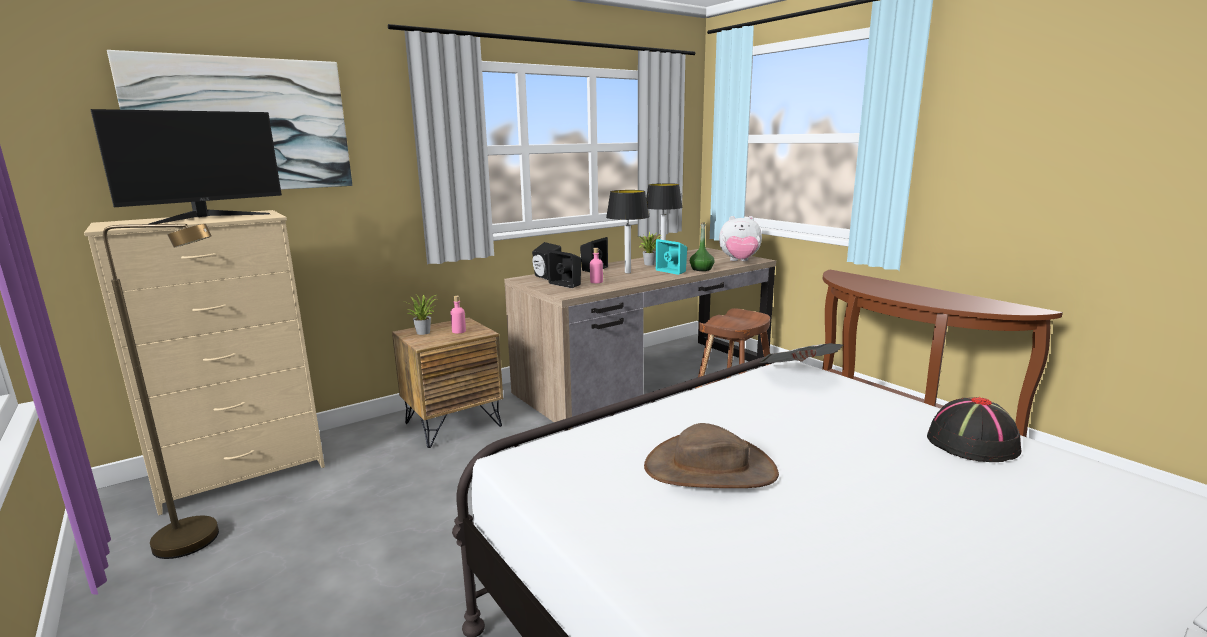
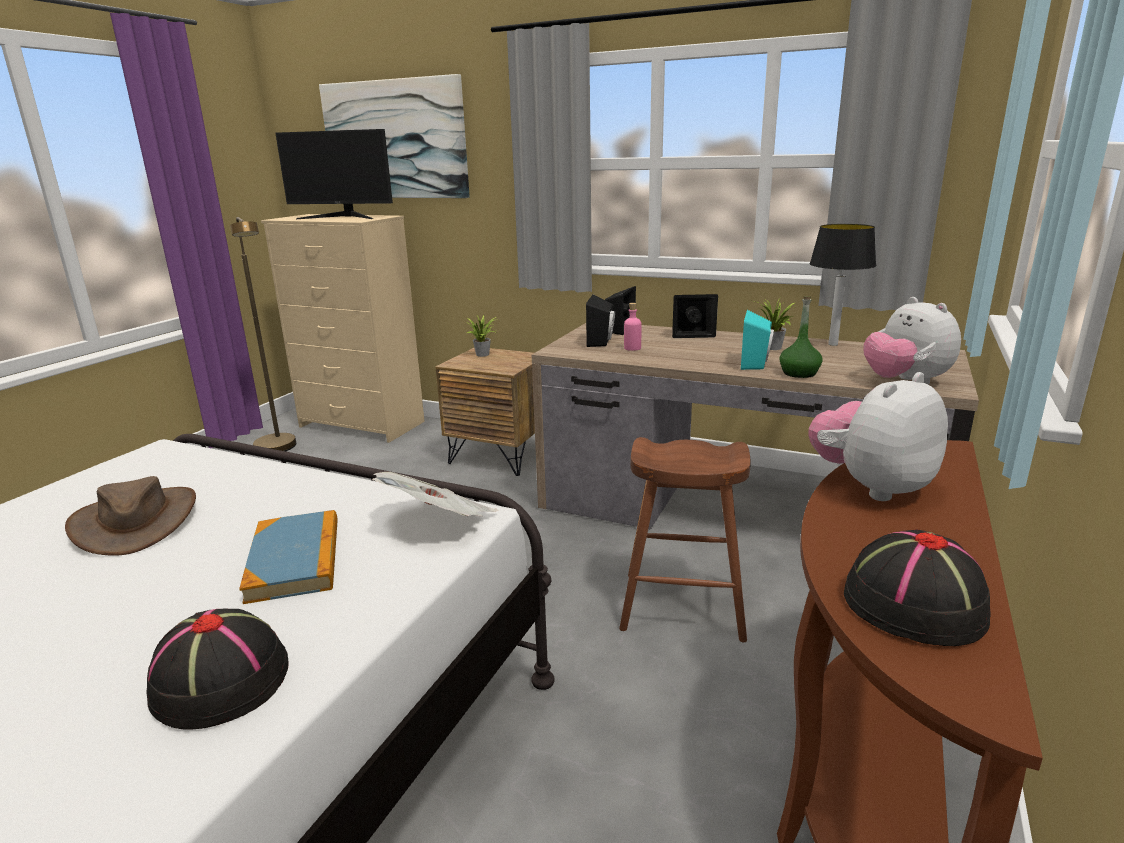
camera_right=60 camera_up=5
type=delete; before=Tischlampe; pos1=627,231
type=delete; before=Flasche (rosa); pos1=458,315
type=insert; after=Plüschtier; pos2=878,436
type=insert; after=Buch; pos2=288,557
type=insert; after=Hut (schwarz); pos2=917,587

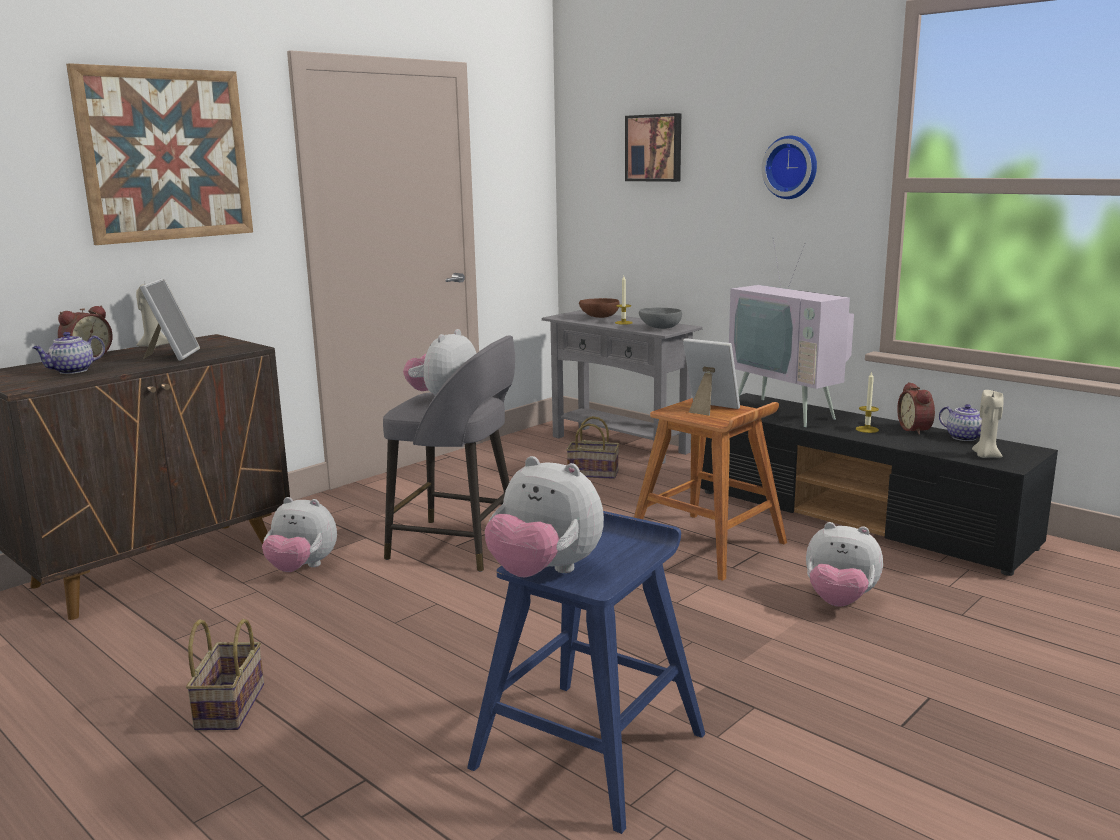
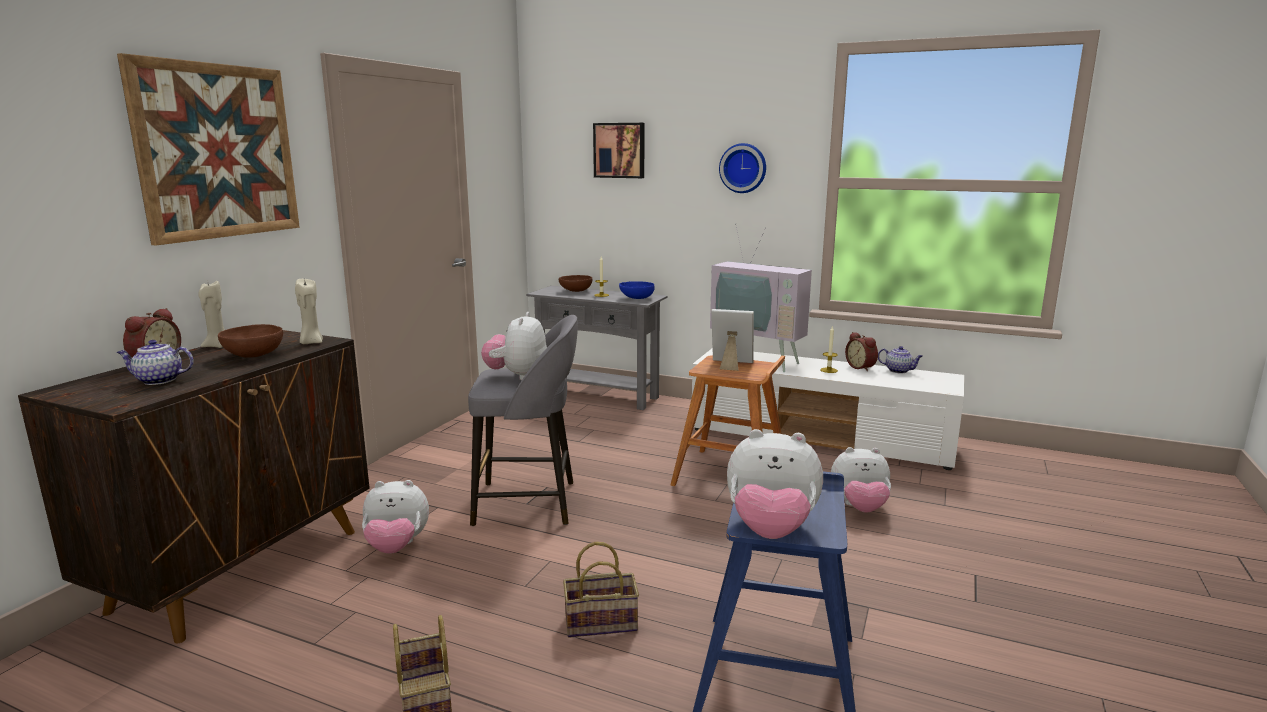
camera_right=-20 camera_up=0
type=replace; before=Bilderrahmen; after=Schüssel (braun); pos1=170,319; pos2=250,341
type=recolor; before=Schüssel (grau); after=Schüssel (blau); pos1=660,318; pos2=637,290
type=rotate; before=Teekanne; pos1=68,353; pos2=155,362; turn=60
type=move; before=Kerze (beige); pos1=988,424; pos2=309,311
type=recolor; before=Fernsehschrank (schwarz); after=Fernsehschrank (weiß); pos1=879,484; pos2=828,409
type=move; before=Korb; pos1=592,447; pos2=601,590

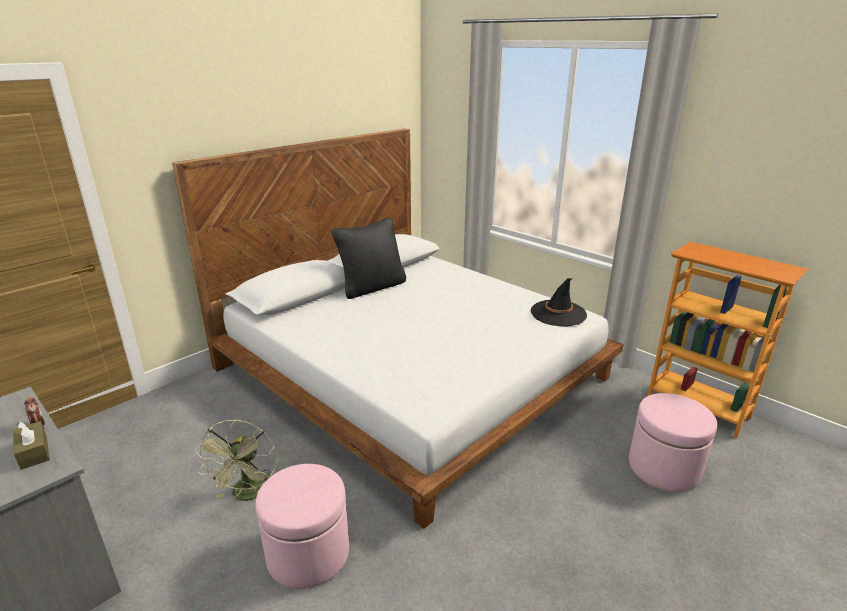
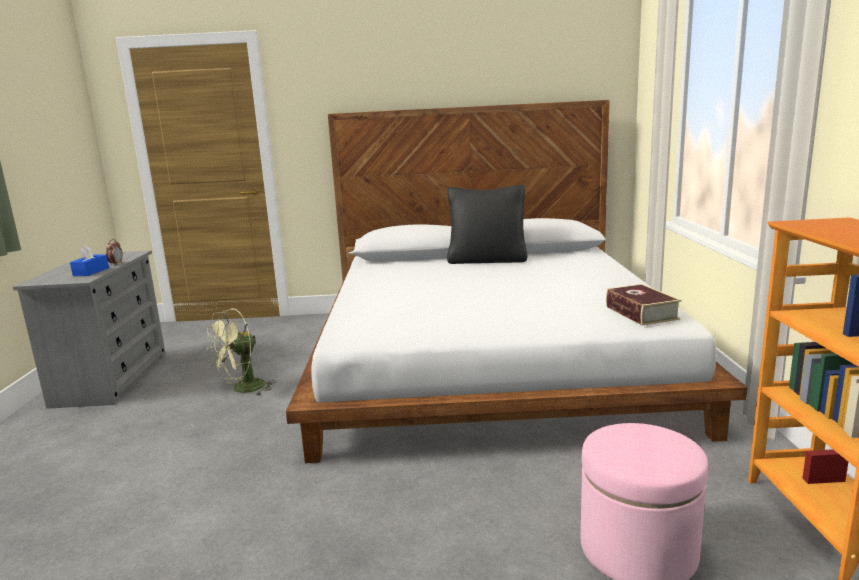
camera_right=45 camera_up=-10
type=replace; before=Hut (schwarz); after=Buch; pos1=559,302; pos2=643,304
type=recolor; before=Taschentuchbox (braun); after=Taschentuchbox (blau); pos1=31,445; pos2=89,260
type=delete; before=Polsterhocker (rosa); pos1=302,526

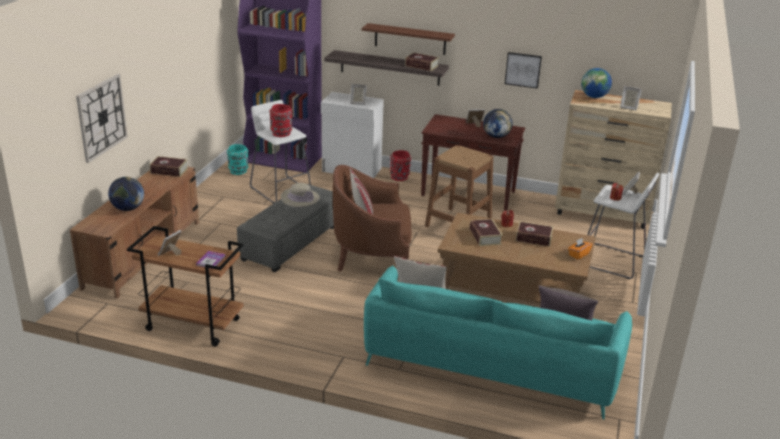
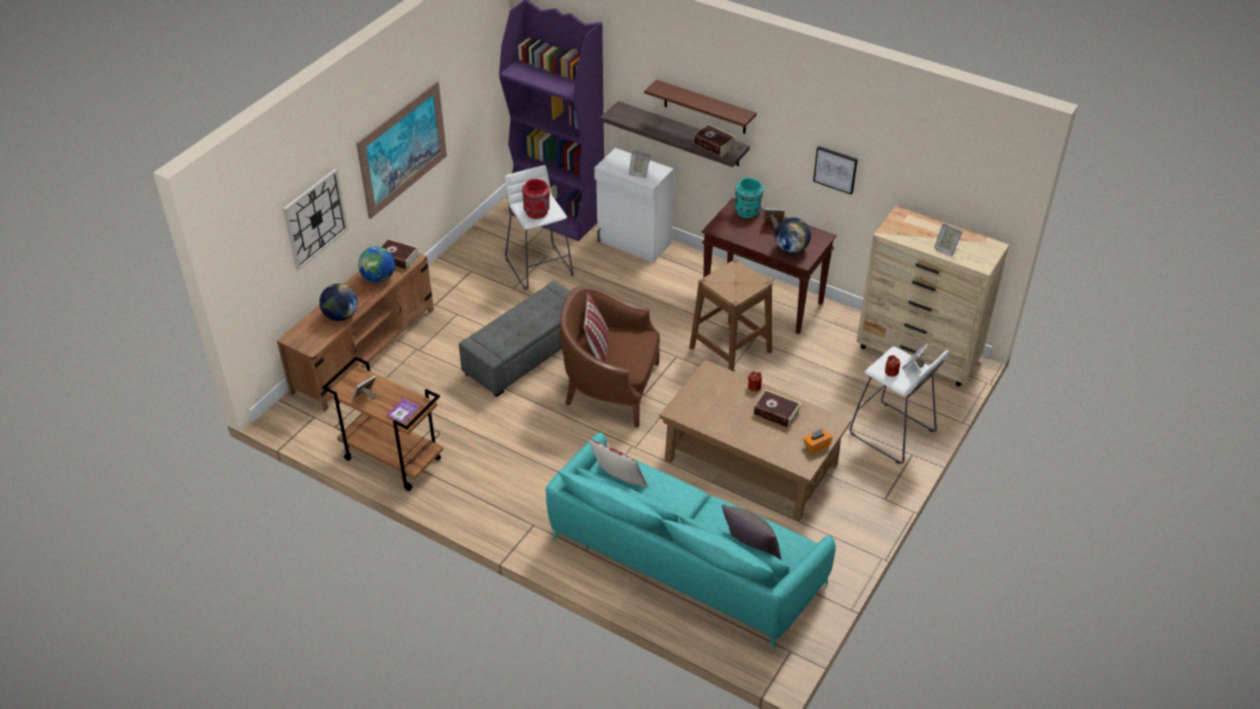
camera_right=15 camera_up=15
type=move; before=Globus; pos1=596,83; pos2=376,264
type=move; before=Vase (türkis); pos1=238,159; pos2=749,198
type=delete; before=Vase (rot); pos1=400,165
type=delete; before=Hut (beige); pos1=300,195
type=delete; before=Buch; pos1=486,232
type=insert; after=Bild; pos2=401,150

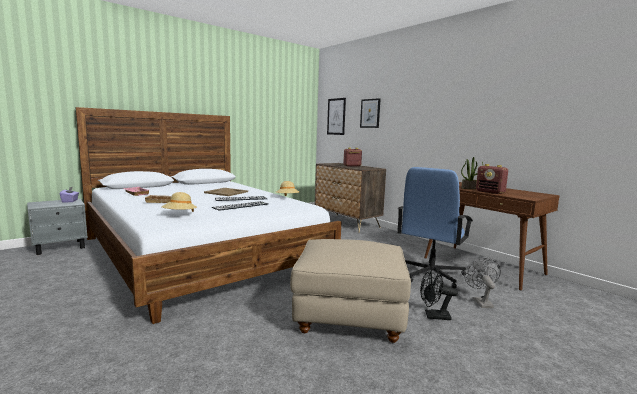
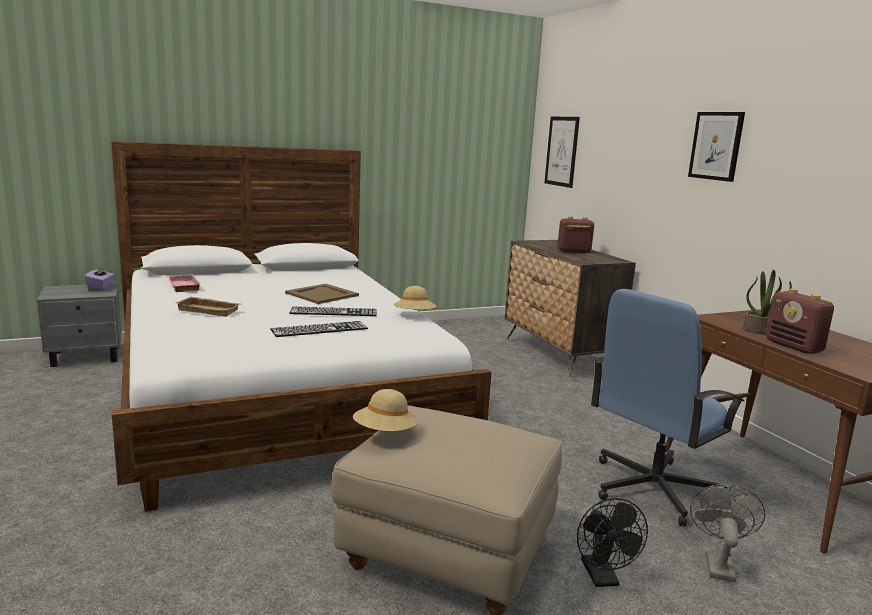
camera_right=15 camera_up=5
type=move; before=Bild; pos1=370,113; pos2=716,147
type=move; before=Hut (beige); pos1=179,202; pos2=385,410
type=rotate; before=Ventilator (schwarz); pos1=439,294; pos2=612,542; turn=-120

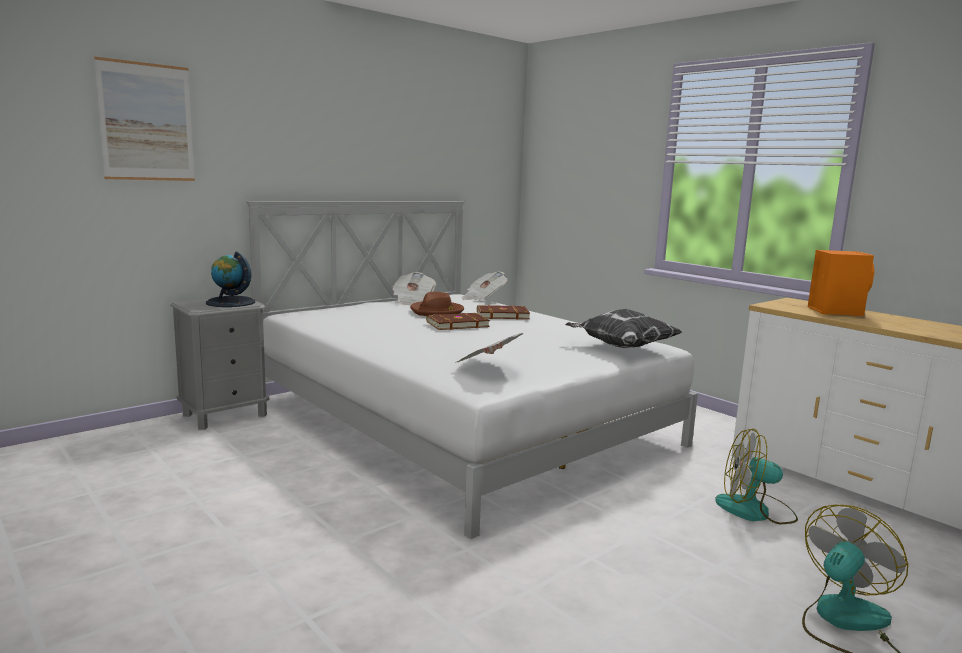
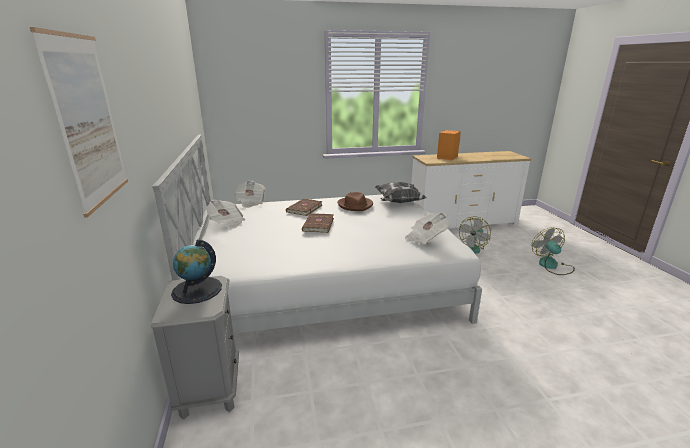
camera_right=-60 camera_up=10
type=move; before=Hut (braun); pos1=437,303; pos2=355,201

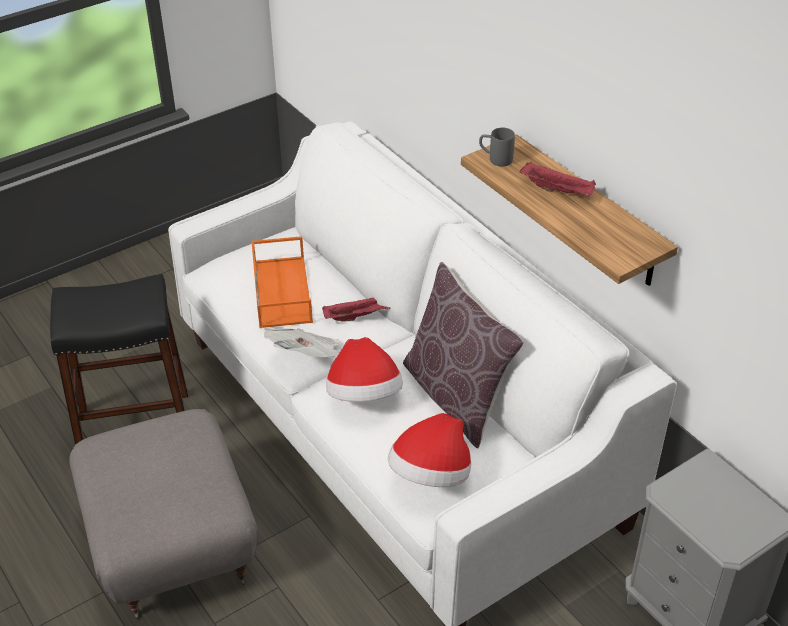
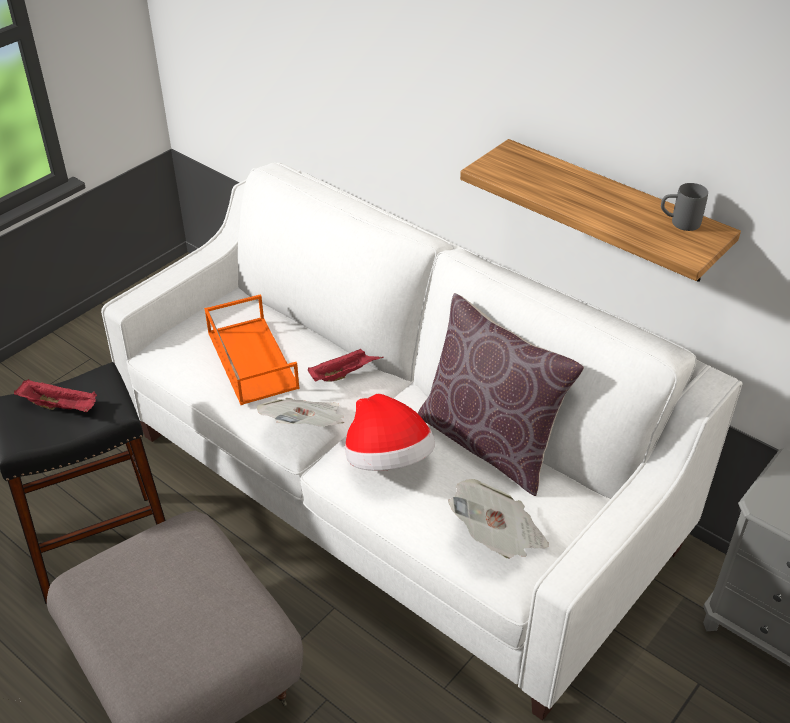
camera_right=-15 camera_up=0
type=move; before=Henkelbecher (grau); pos1=497,147; pos2=684,207
type=move; before=Tablett (rot); pos1=558,179; pos2=55,395
type=replace; before=Hut; after=Zeitung; pos1=429,450; pos2=498,519

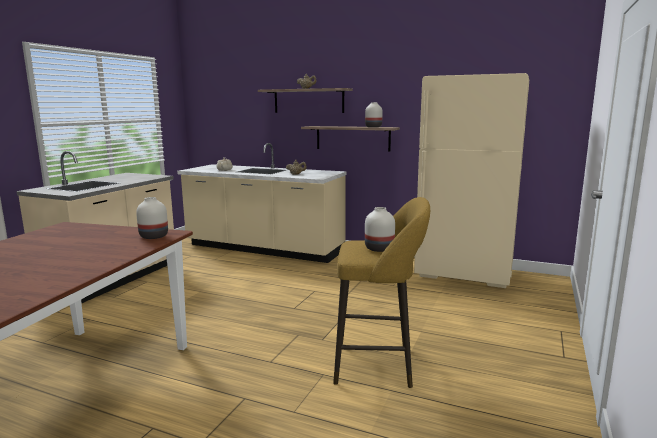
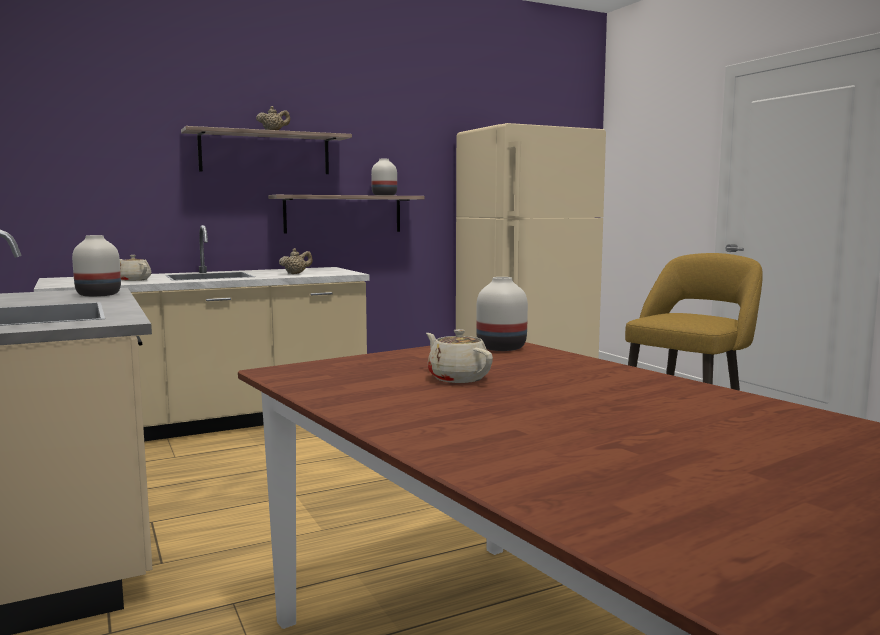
camera_right=-50 camera_up=-5
type=move; before=Vase (weiß); pos1=380,229; pos2=96,266
type=insert; after=Teekanne (beige); pos2=459,356

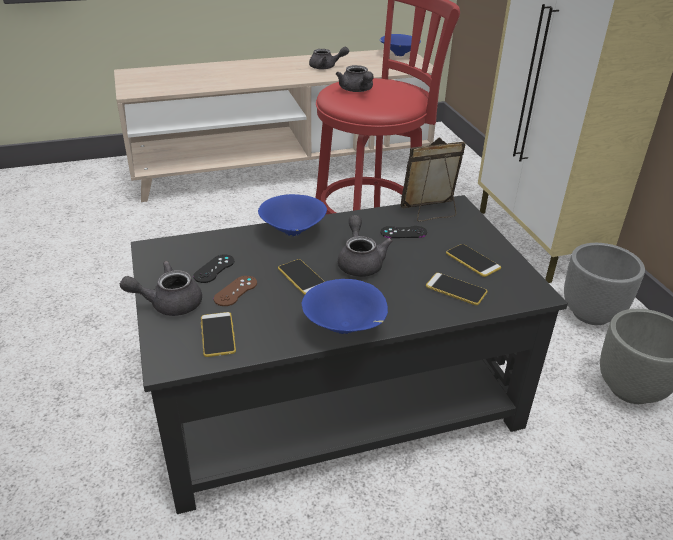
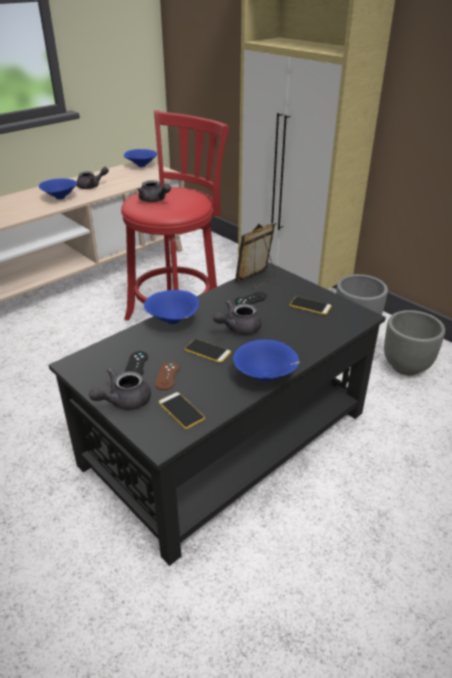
camera_right=-25 camera_up=0
type=rotate; before=Teekanne (grau); pos1=365,246; pos2=237,317; turn=-90
type=delete; before=Handy; pos1=456,289
type=insert; after=Schüssel (blau); pos2=58,189

